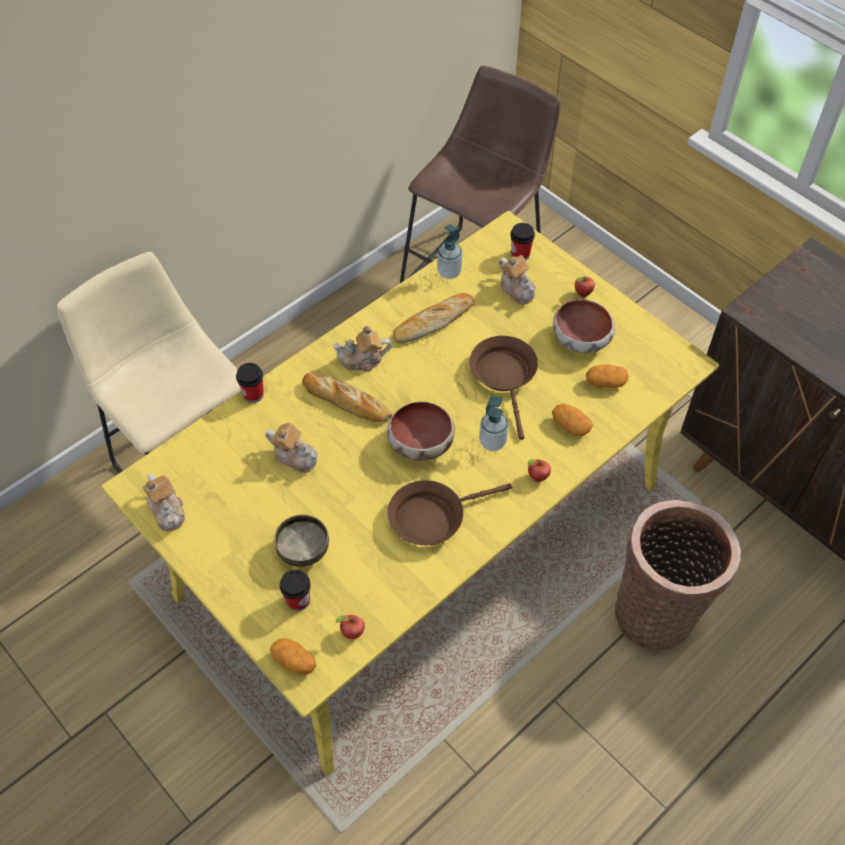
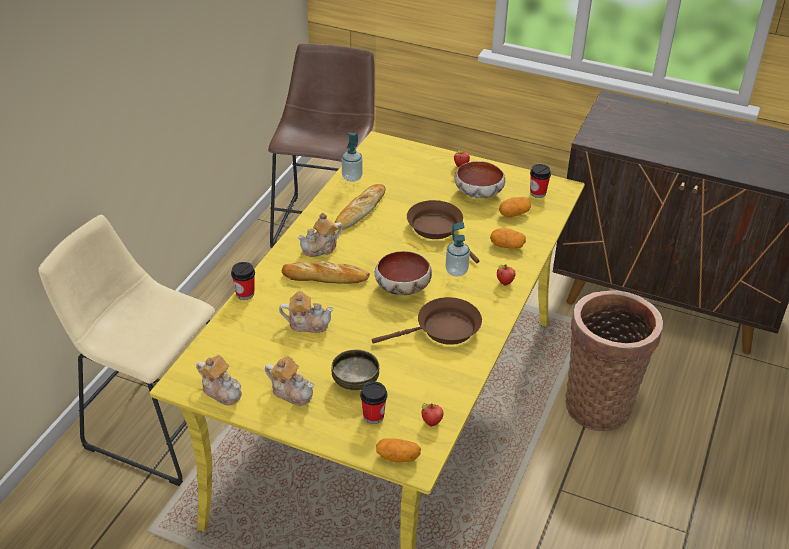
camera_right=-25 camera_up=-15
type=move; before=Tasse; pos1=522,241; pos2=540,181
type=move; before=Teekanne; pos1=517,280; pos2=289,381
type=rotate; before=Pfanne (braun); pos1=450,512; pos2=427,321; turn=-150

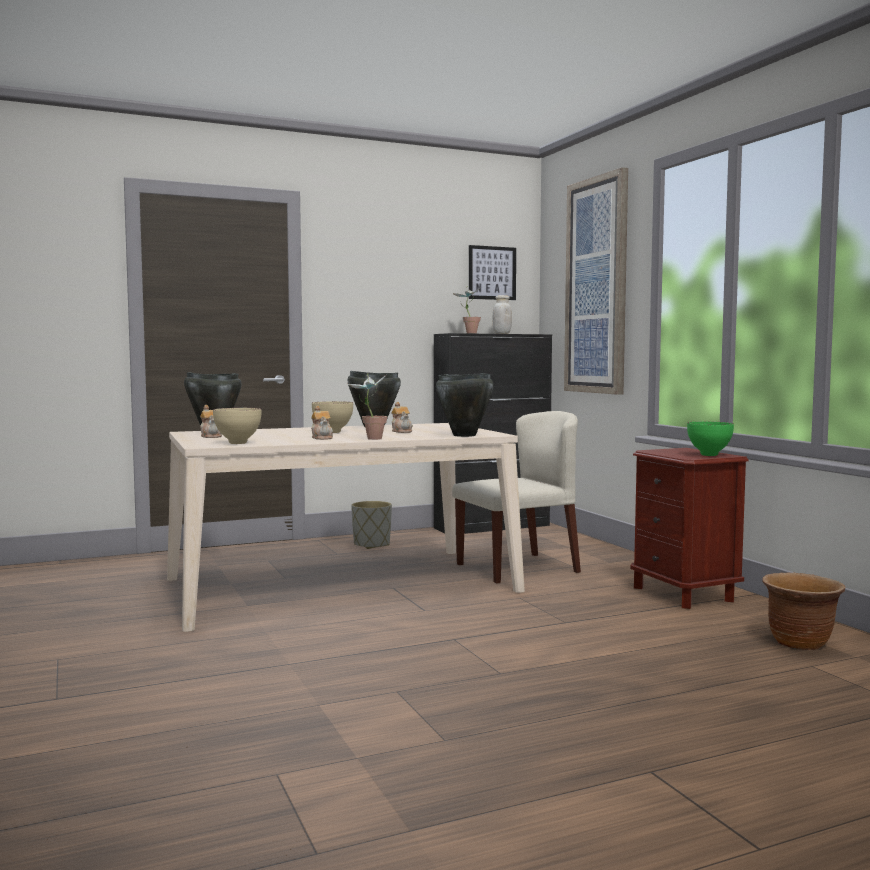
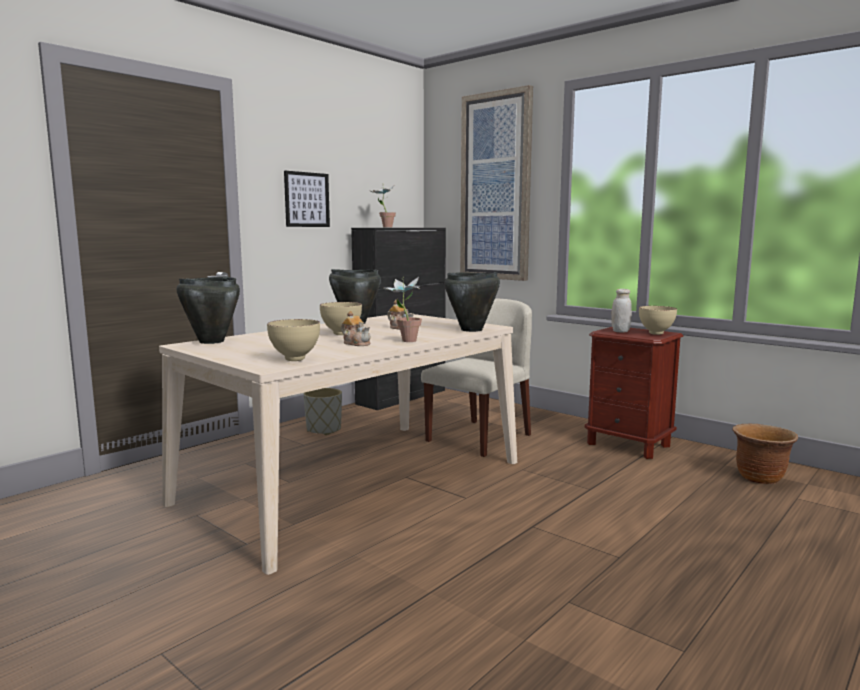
camera_right=-25 camera_up=5
type=move; before=Bild; pos1=492,272; pos2=307,199
type=move; before=Vorratsglas (weiß); pos1=502,314; pos2=621,311
type=delete; before=Teekanne; pos1=211,421
type=recolor; before=Schüssel (grün); after=Schüssel (beige); pos1=710,438; pos2=658,320

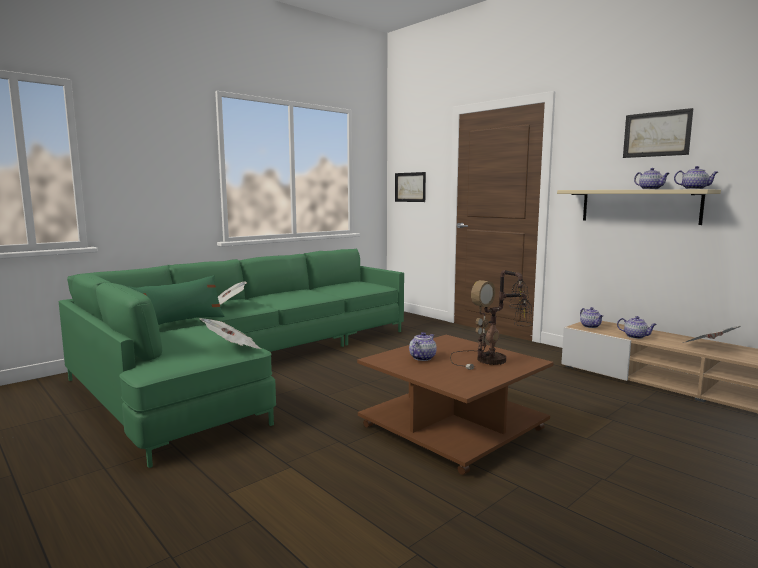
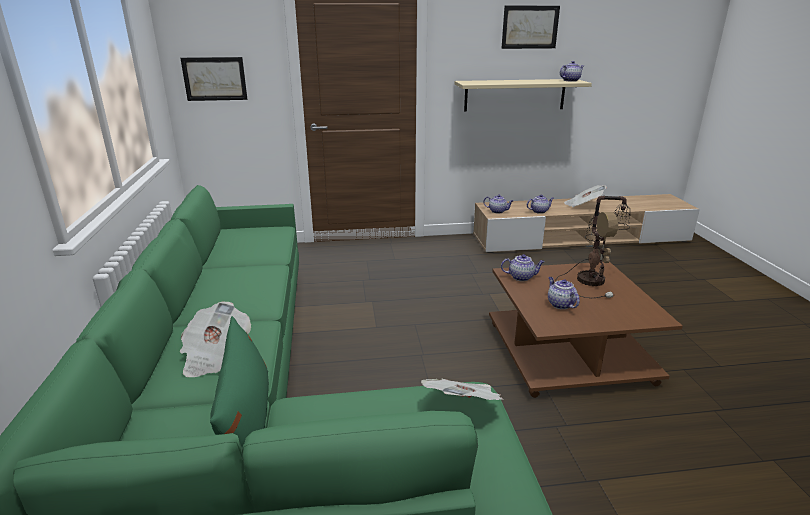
camera_right=-55 camera_up=15
type=move; before=Teekanne; pos1=652,178; pos2=523,267

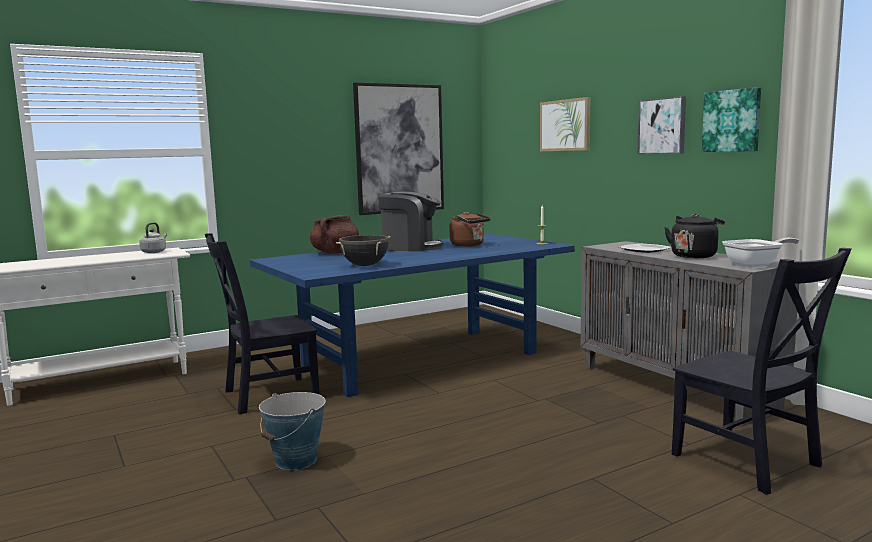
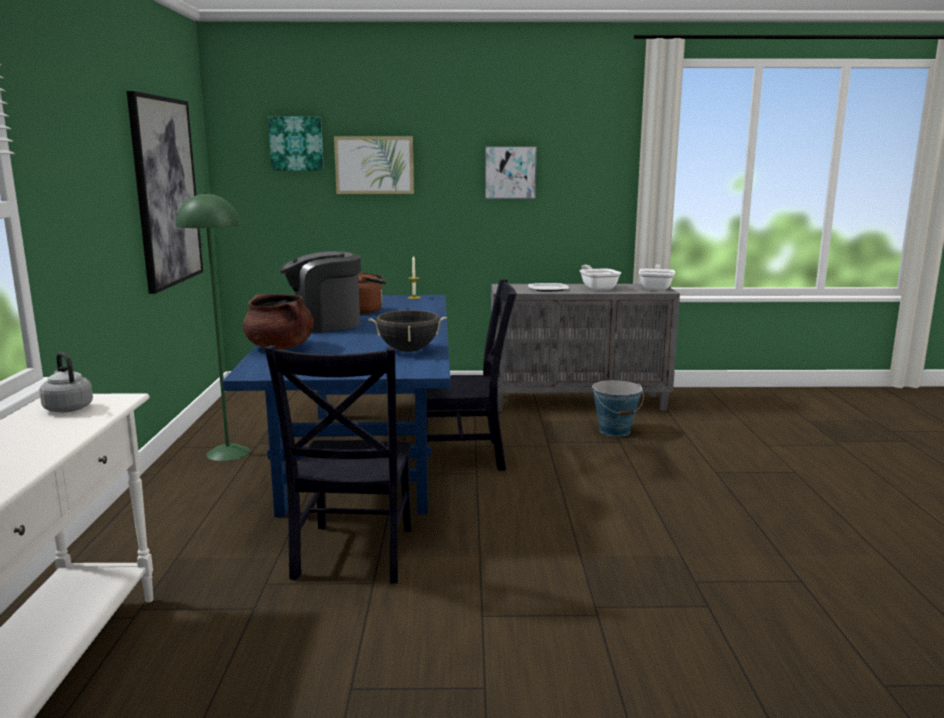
camera_right=-60 camera_up=5
type=move; before=Bild; pos1=731,119; pos2=296,143
type=rotate; before=Kaffeemaschine; pos1=411,222; pos2=320,292; turn=-150
type=replace; before=Wasserkessel (schwarz); after=Pfanne; pos1=694,236; pos2=600,277
type=move; before=Stuhl (schwarz); pos1=762,371; pos2=471,375
type=move; before=Eimer; pos1=292,431; pos2=618,408
type=insert; after=Stehlampe (grün); pos2=213,326

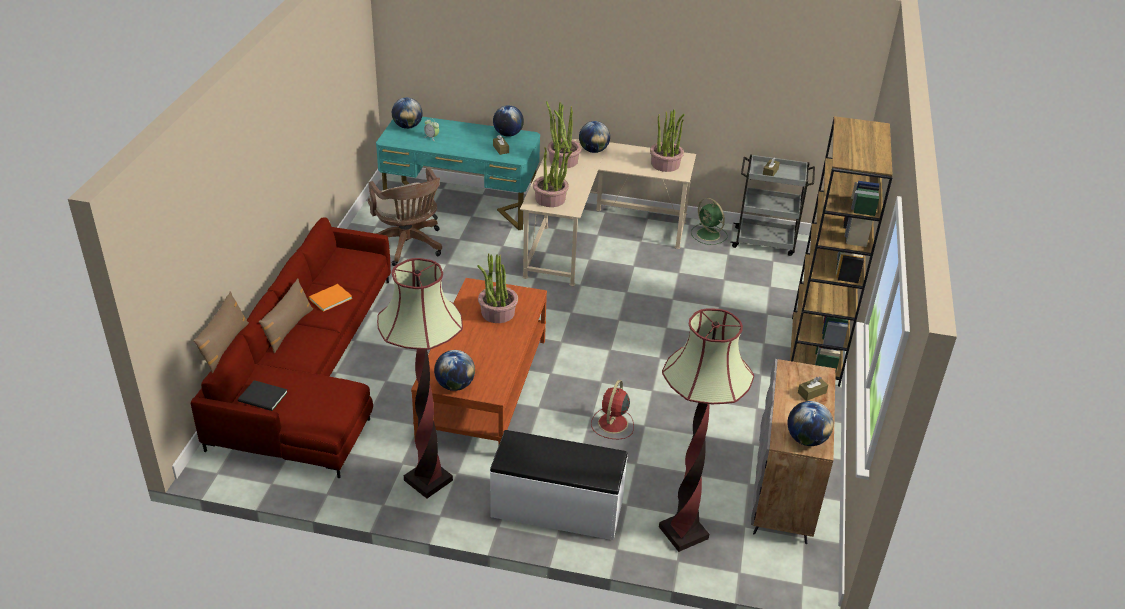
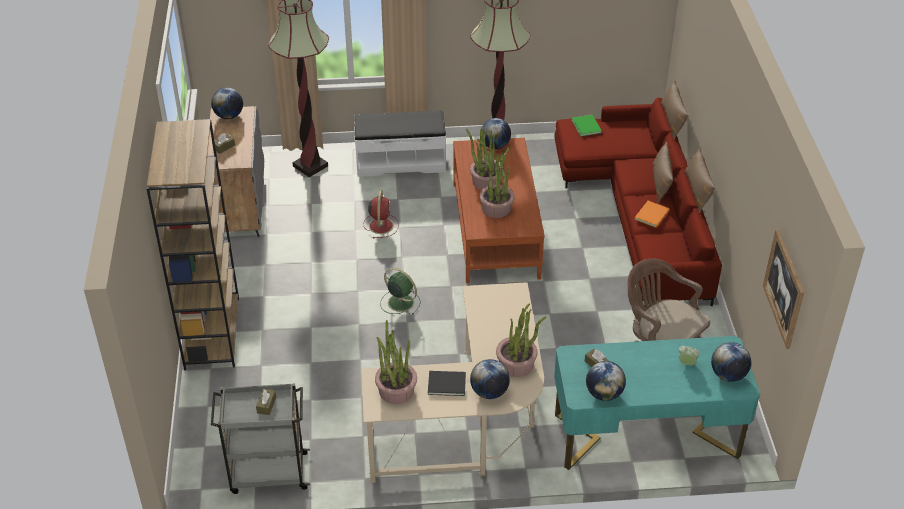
camera_right=165 camera_up=5
type=move; before=Topfpflanze; pos1=552,173; pos2=483,159
type=move; before=Ventilator (grün); pos1=709,221; pos2=400,291
type=move; before=Buch (schwarz); pos1=263,395; pos2=447,383
type=insert; after=Buch (grün); pos2=587,125
type=insert; after=Kissen (braun); pos2=700,180
type=insert; after=Bild; pos2=783,289

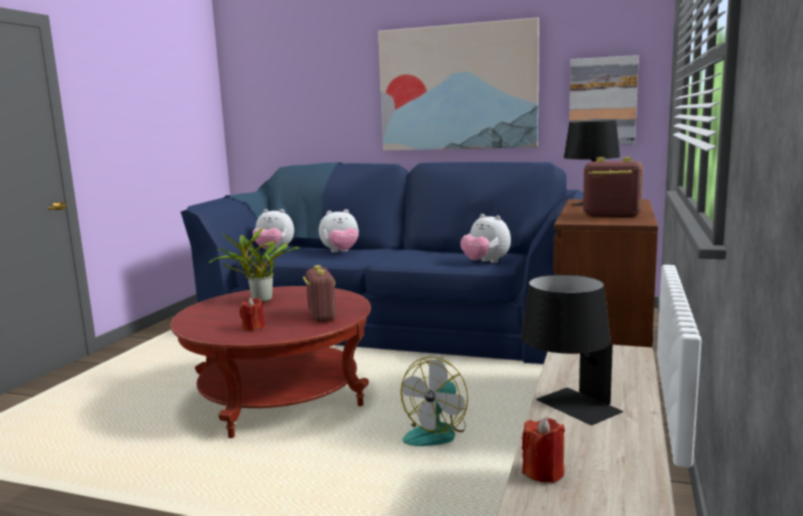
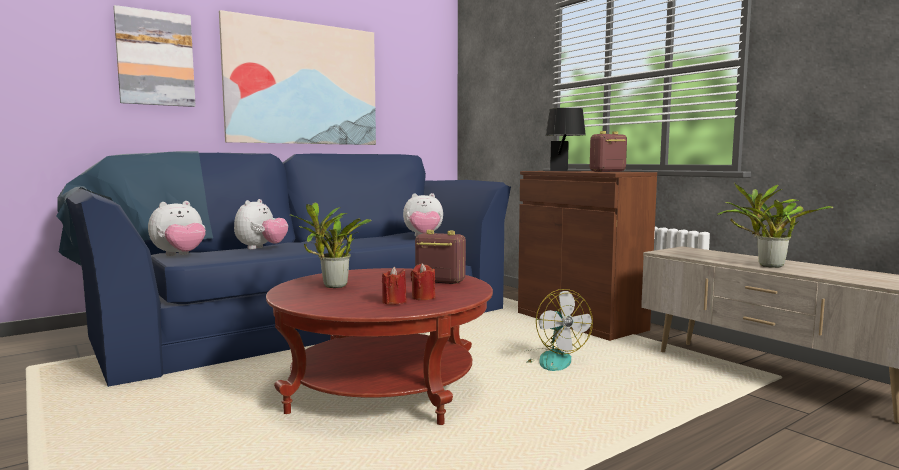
camera_right=-55 camera_up=-5
type=move; before=Bild; pos1=604,100; pos2=154,56
type=replace; before=Tischlampe (schwarz); after=Topfpflanze; pos1=572,349; pos2=775,225
type=move; before=Kerze (rot); pos1=543,450; pos2=394,285

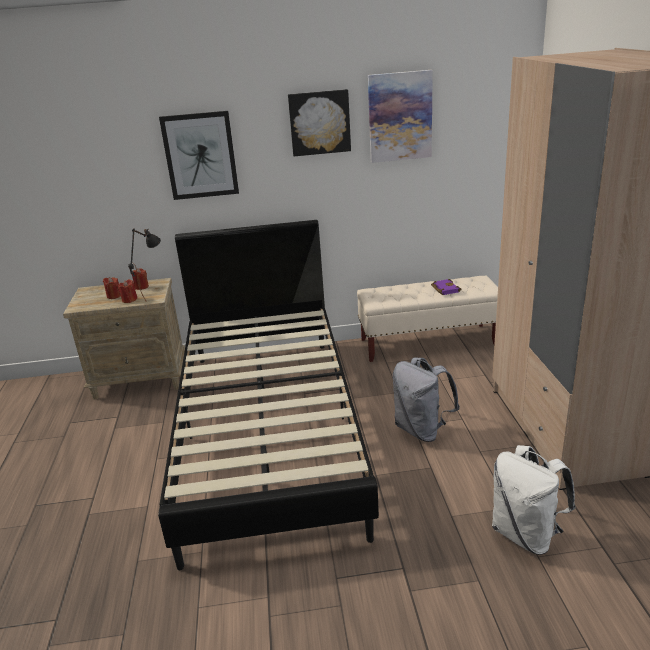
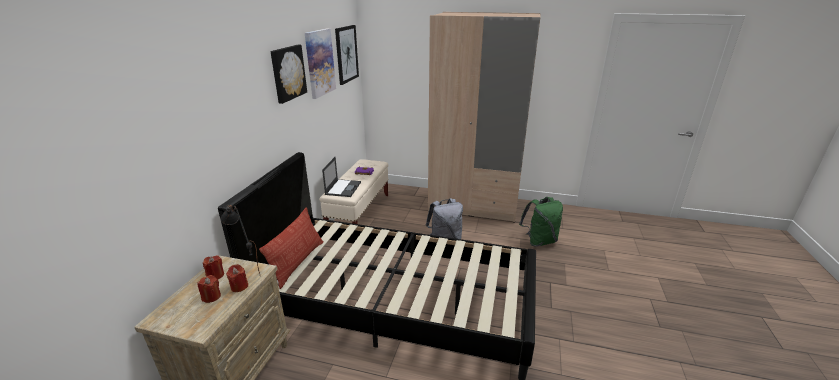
camera_right=-70 camera_up=0
type=move; before=Bild; pos1=199,155; pos2=347,55
type=recolor; before=Rucksack (weiß); after=Rucksack (grün); pos1=534,500; pos2=541,222
type=insert; after=Laptop; pos2=341,177
type=insert; after=Kissen; pos2=291,248

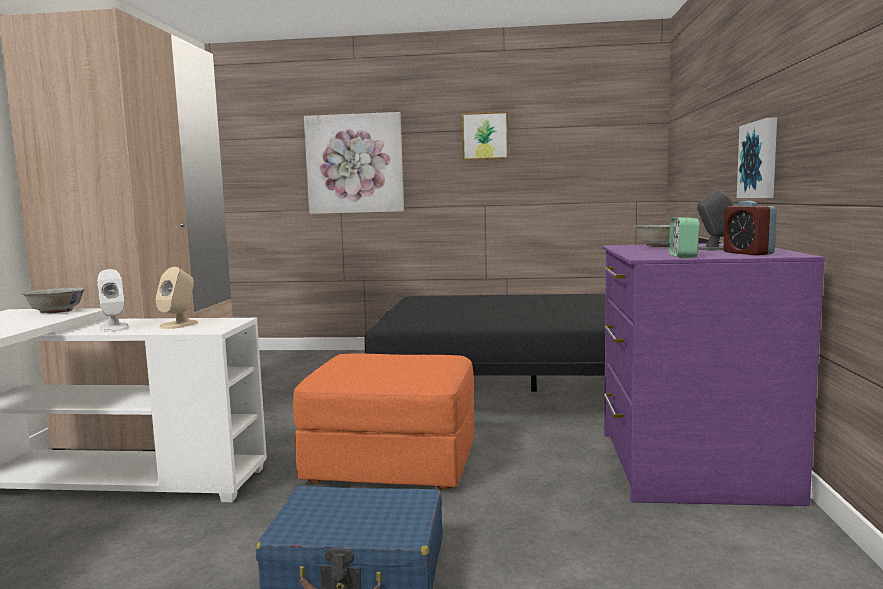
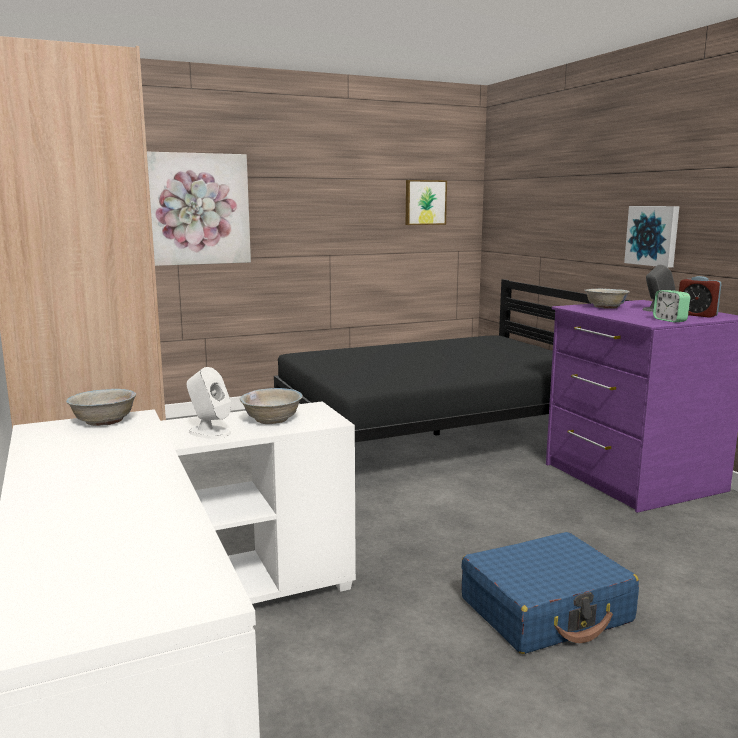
camera_right=-30 camera_up=5
type=move; before=Bild; pos1=485,135; pos2=426,202
type=replace; before=Lautsprecher (beige); after=Schüssel (weiß); pos1=176,298; pos2=271,406
type=delete; before=Polsterhocker (orange); pos1=383,422

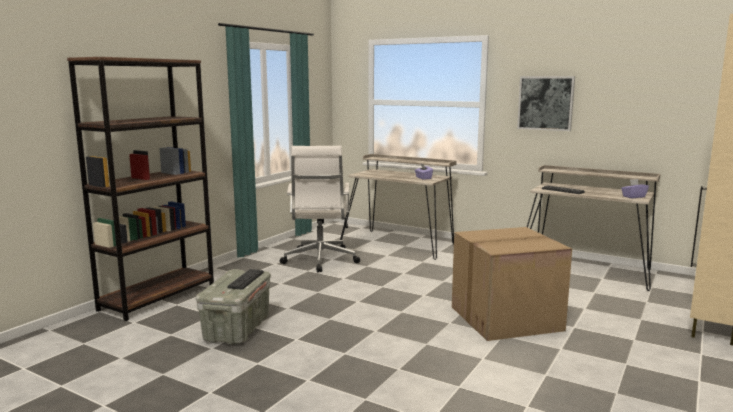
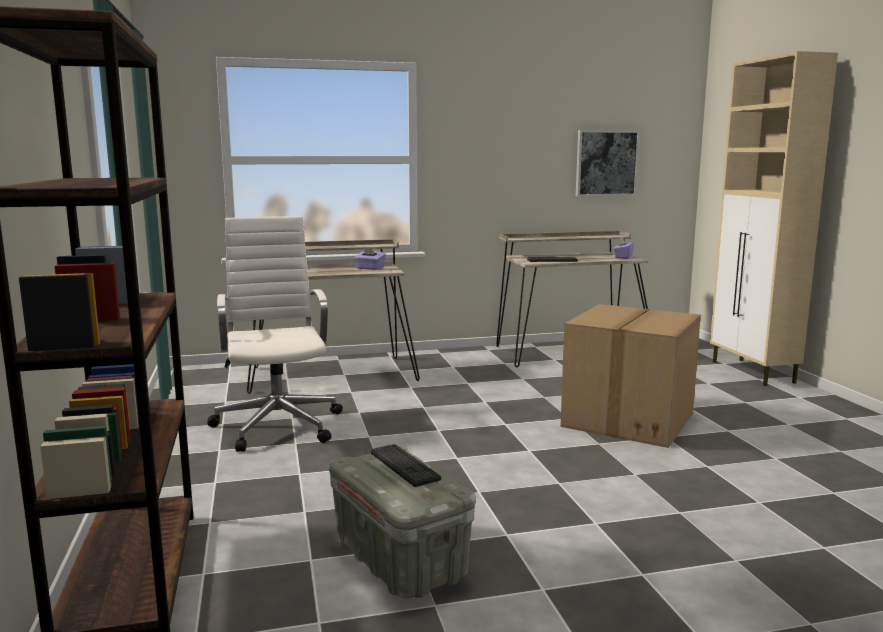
camera_right=-45 camera_up=0
type=move; before=Bild; pos1=546,103; pos2=608,163
type=rotate; before=Bürostuhl (weiß); pos1=320,209; pos2=275,334; turn=-150

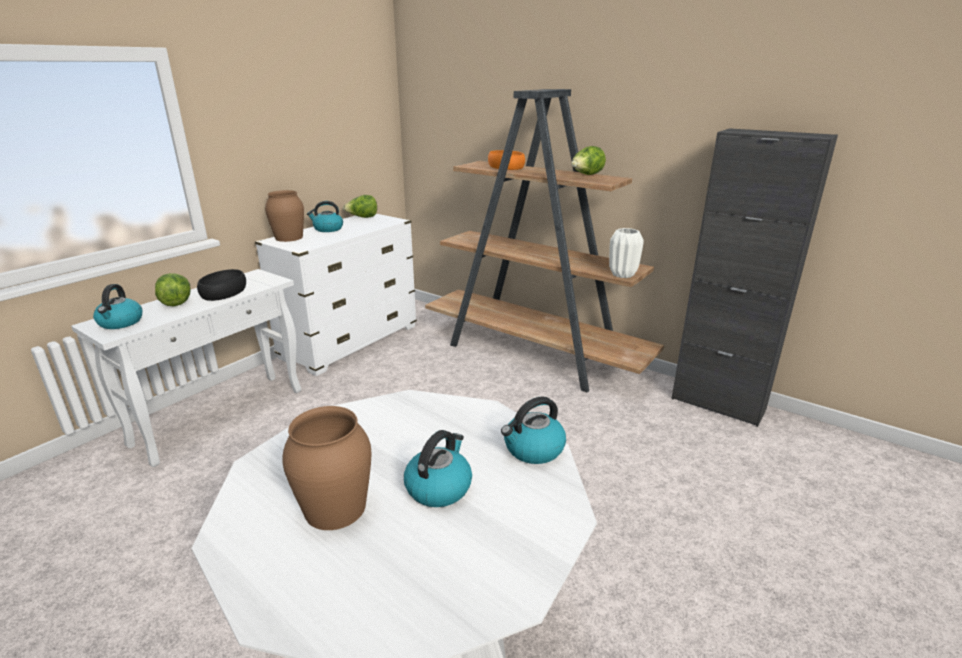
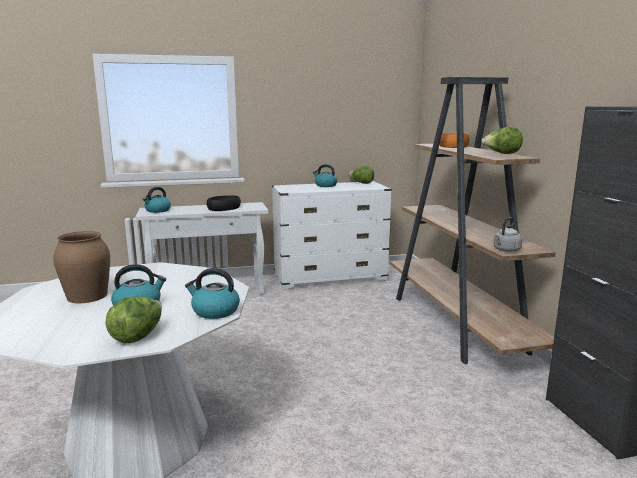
camera_right=40 camera_up=-10
type=delete; before=Vase (braun); pos1=284,216
type=replace; before=Vase (weiß); after=Wasserkessel (grau); pos1=626,253; pos2=508,234
type=move; before=Salatkopf; pos1=172,289; pos2=134,320

